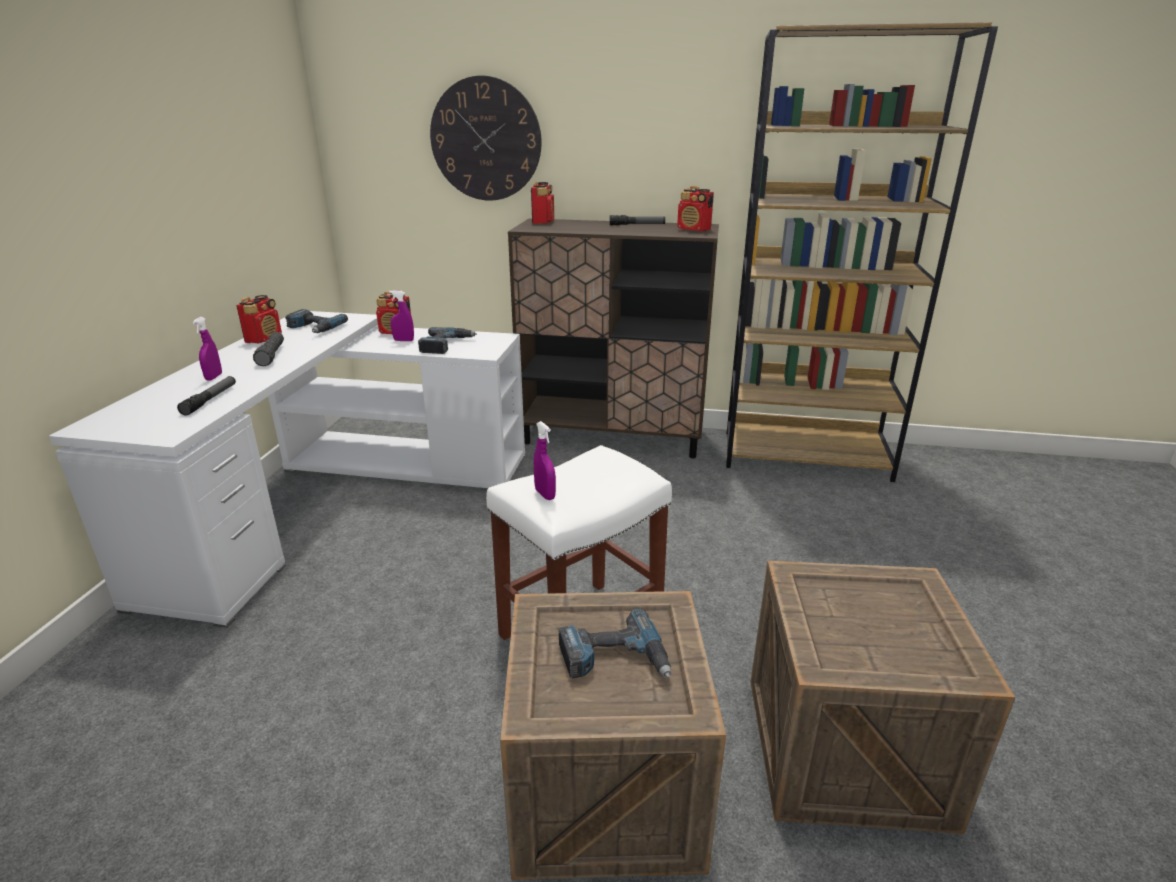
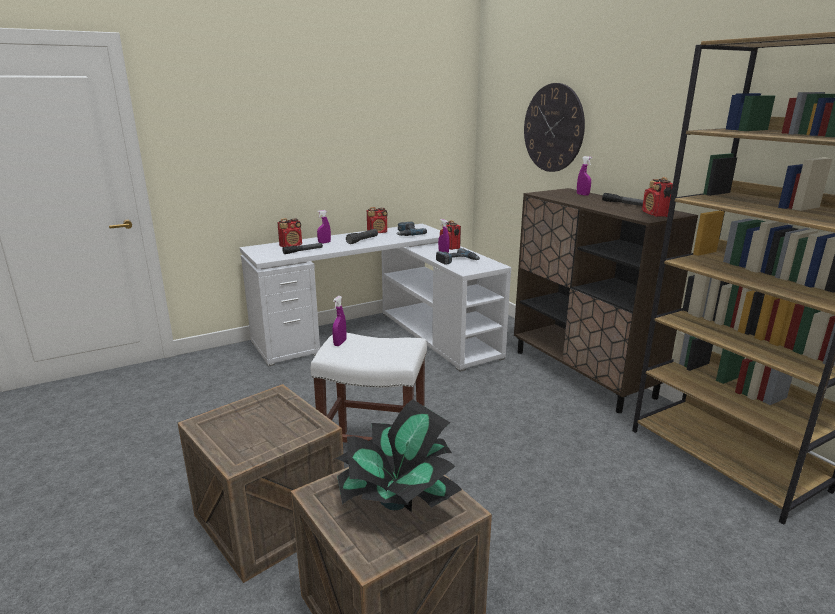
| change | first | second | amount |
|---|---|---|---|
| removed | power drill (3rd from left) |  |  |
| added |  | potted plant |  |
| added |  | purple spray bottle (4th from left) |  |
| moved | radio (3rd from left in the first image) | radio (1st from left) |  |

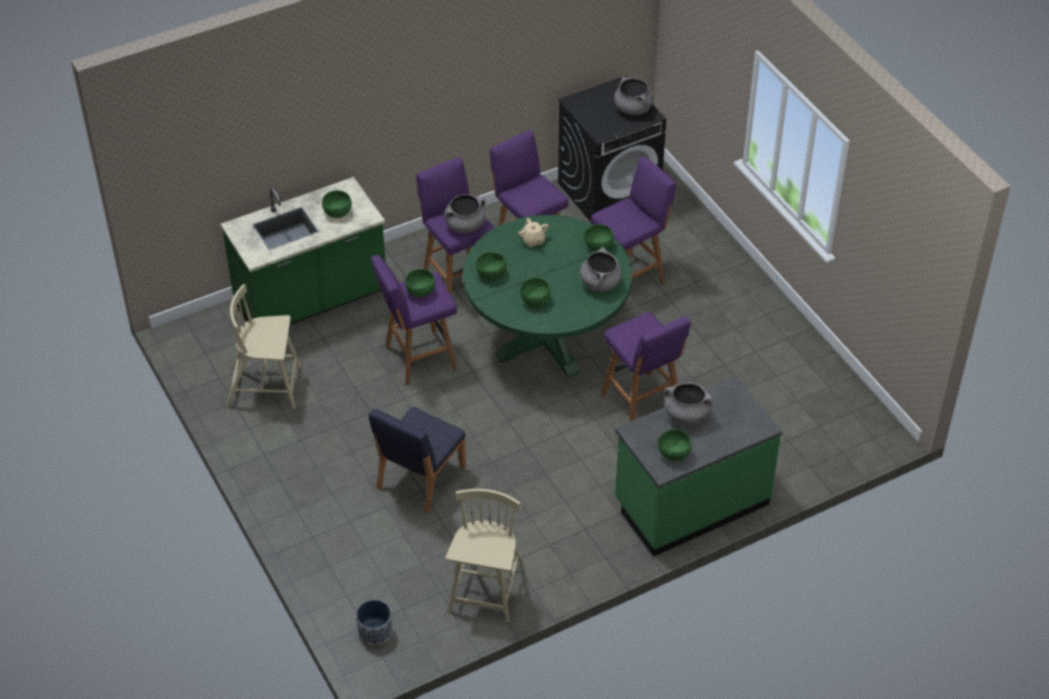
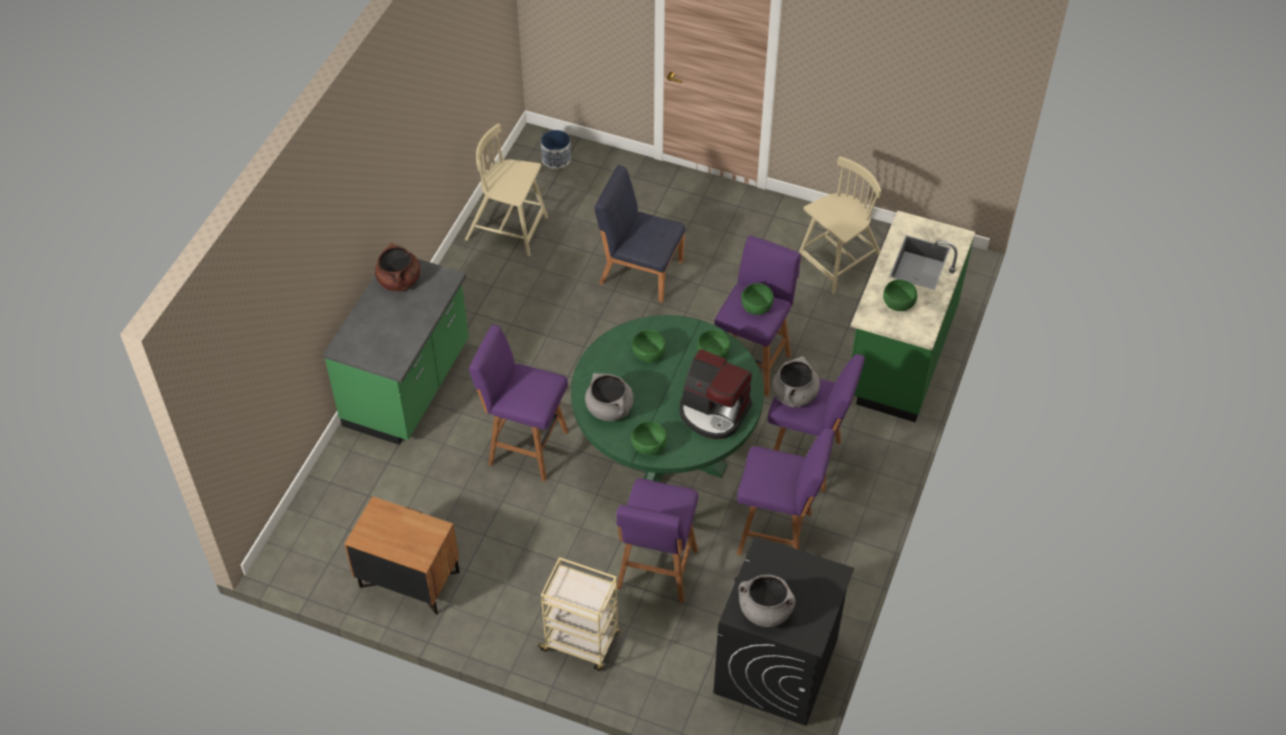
| change | first | second | amount |
|---|---|---|---|
| removed | grey cooking pot (4th from left) |  |  |
| added |  | brown nightstand |  |
| added |  | beige cart |  |
| replaced | beige teapot | coffee machine |  |
| replaced | green bowl (6th from left) | brown cooking pot |  |
| turned | blue chair |  | 60 degrees counterclockwise |
| turned | beige chair (2nd from left in the first image) | beige chair (1st from left) | 135 degrees clockwise |

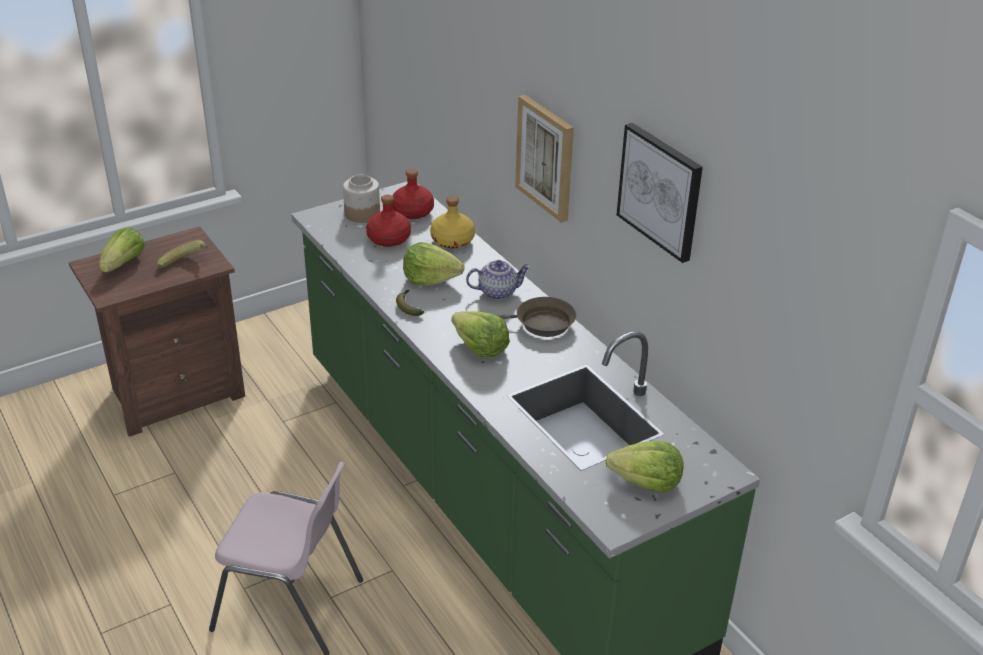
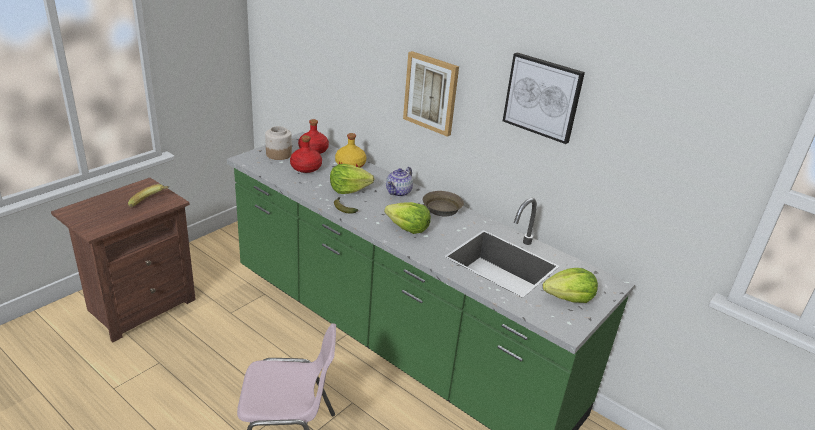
| change | first | second | amount |
|---|---|---|---|
| removed | lettuce (1st from left) |  |  |
| turned | teapot |  | 150 degrees clockwise |

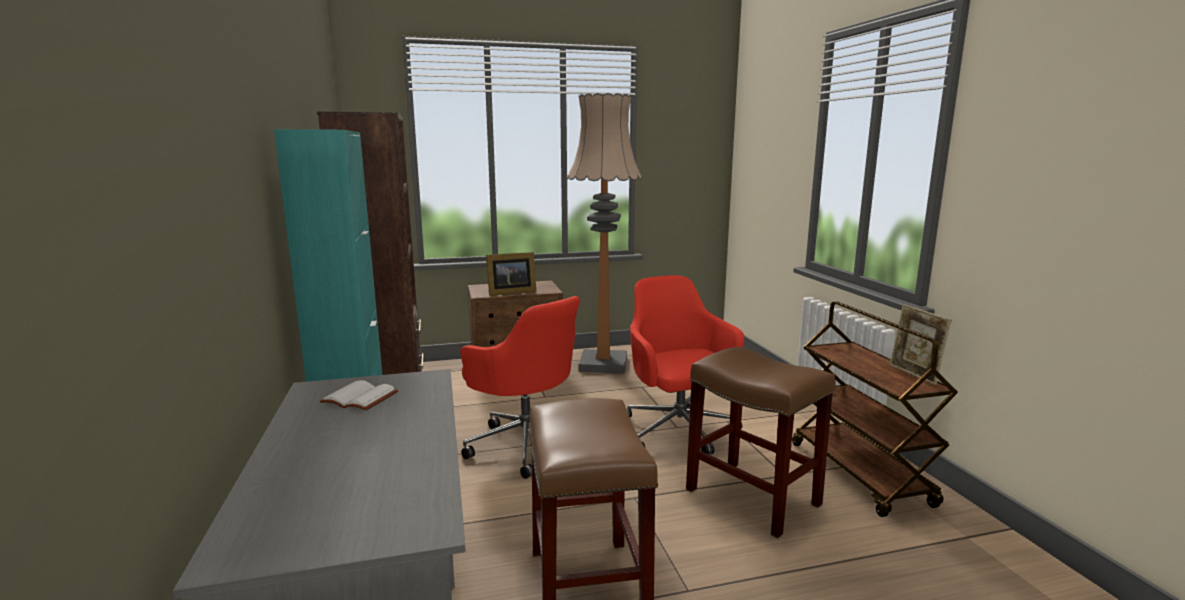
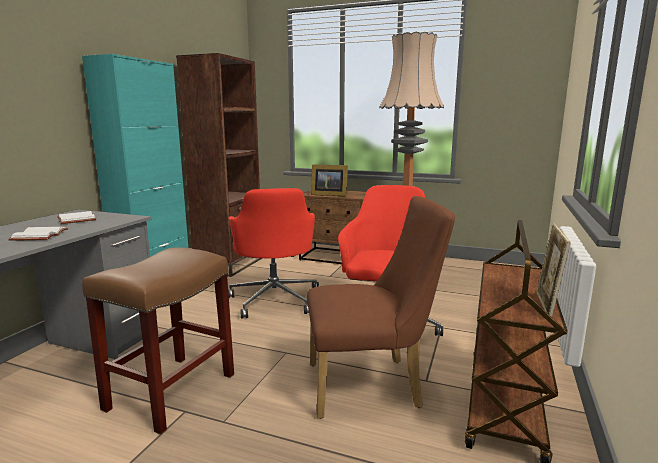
| change | first | second | amount |
|---|---|---|---|
| added |  | white book (1st from left) |  |
| replaced | brown stool (2nd from left) | brown chair |  |

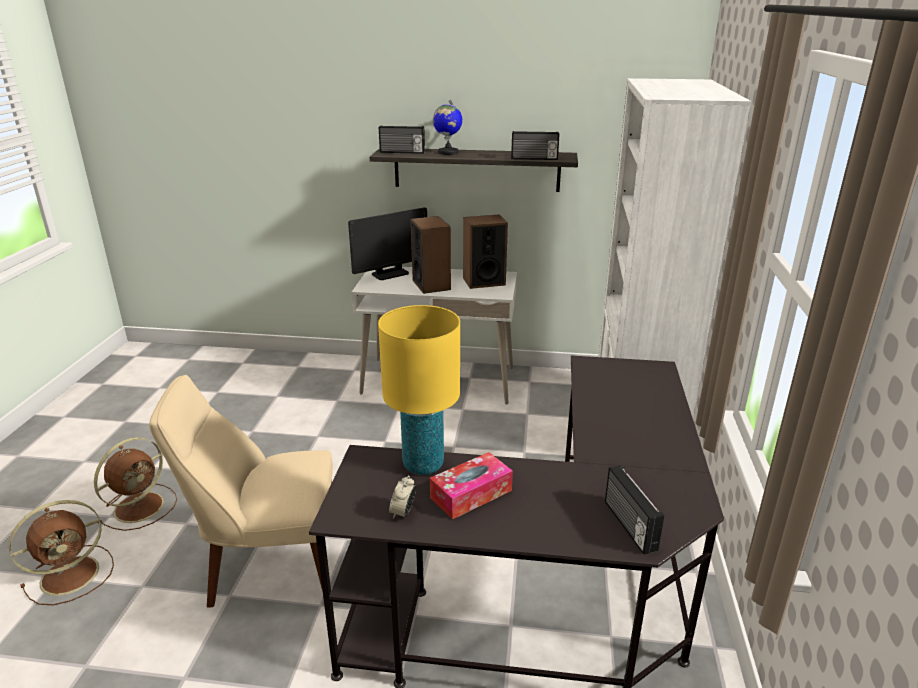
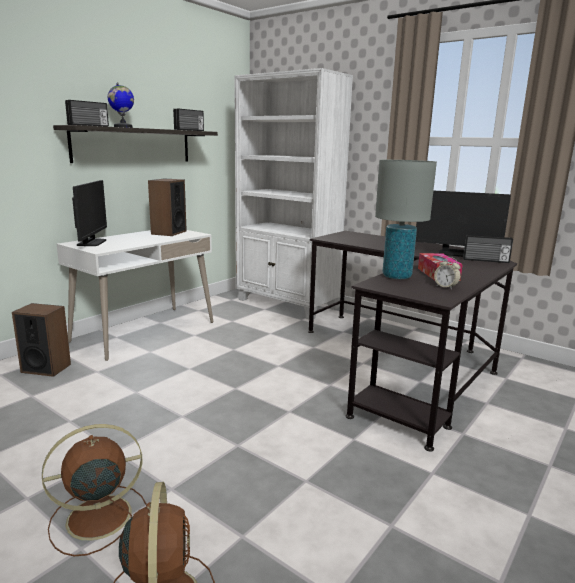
| change | first | second | amount |
|---|---|---|---|
| removed | beige chair |  |  |
| added |  | monitor (2nd from left) |  |
| moved | speaker (1st from left) |  |  |
| recoloured | yellow table lamp | grey table lamp |  |
| turned | brown fan (2nd from left in the first image) | brown fan (1st from left) | 90 degrees counterclockwise |

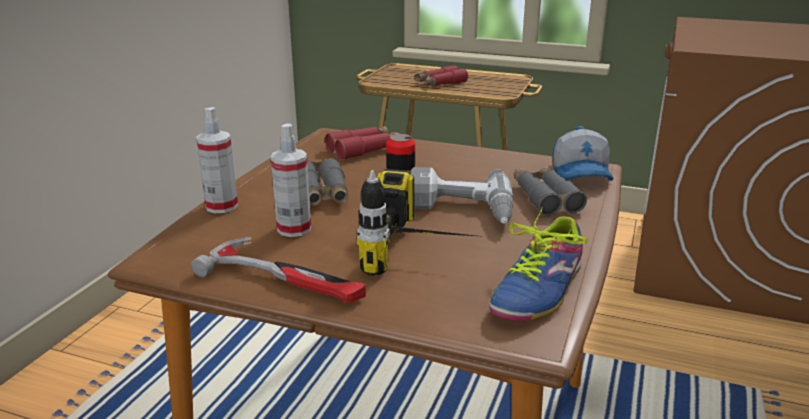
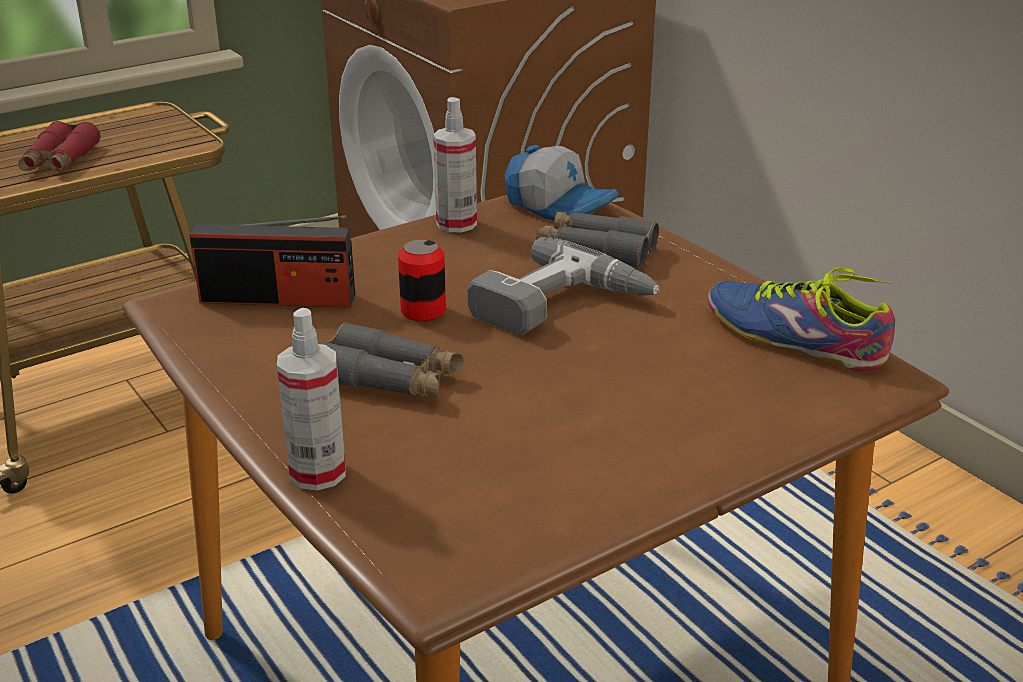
| change | first | second | amount |
|---|---|---|---|
| removed | hammer |  |  |
| removed | power drill (1st from left) |  |  |
| moved | spray bottle (2nd from left) |  |  |
| replaced | red binoculars (1st from left) | radio |  |
| turned | shoe |  | 150 degrees clockwise |

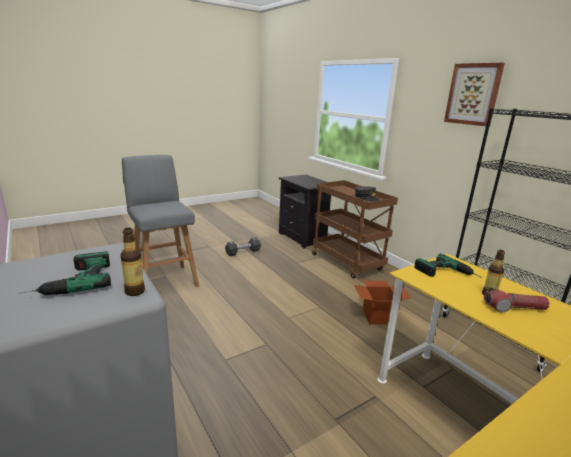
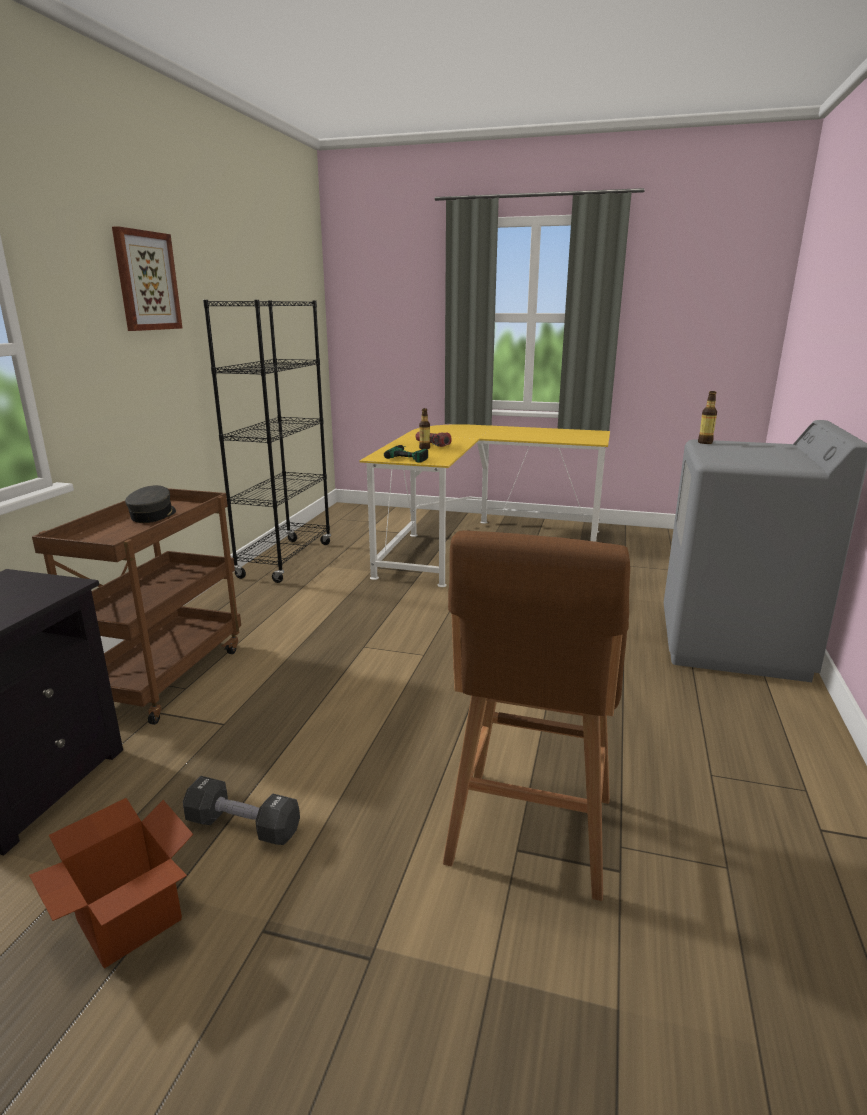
| change | first | second | amount |
|---|---|---|---|
| removed | power drill (1st from left) |  |  |
| moved | cardboard box |  |  |
| recoloured | grey stool | brown stool |  |

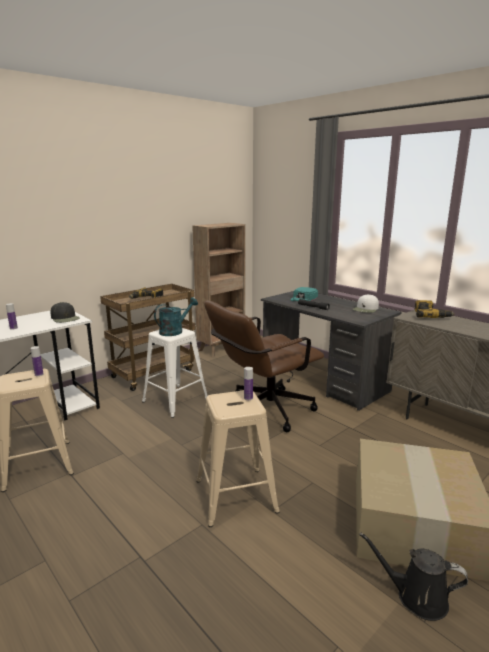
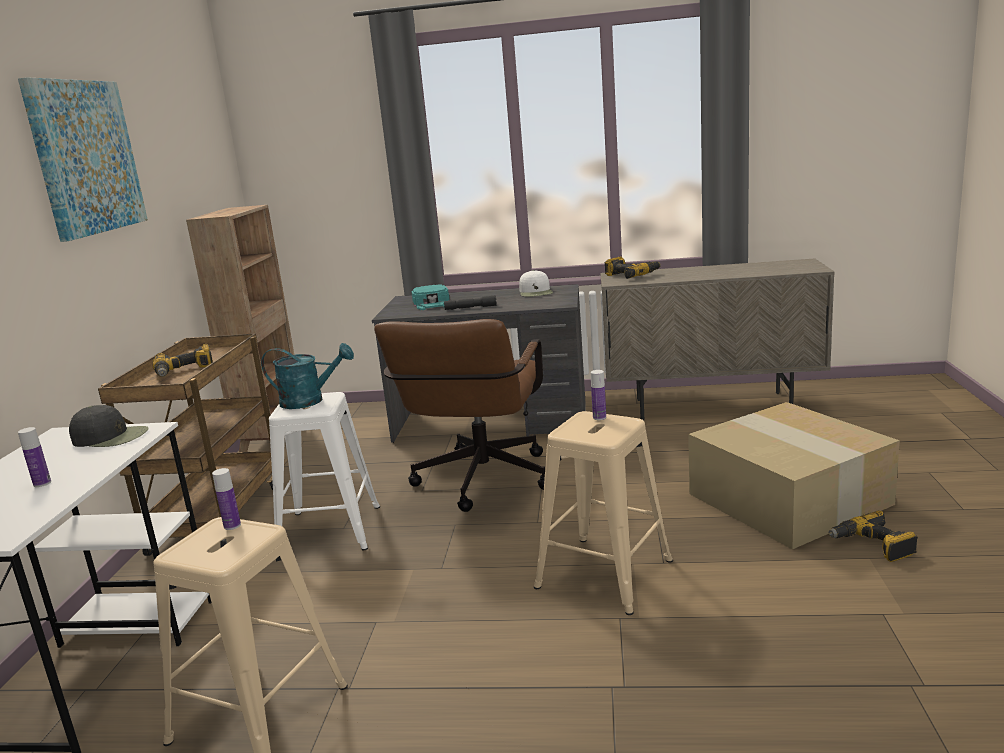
| change | first | second | amount |
|---|---|---|---|
| added |  | picture |  |
| replaced | black watering can | power drill (3rd from left) |  |
| turned | turquoise watering can |  | 90 degrees clockwise |

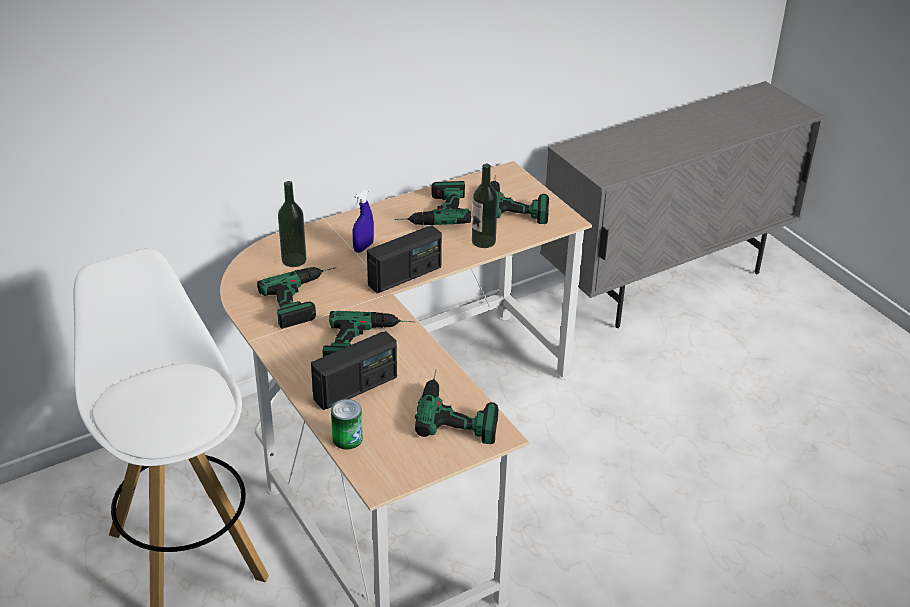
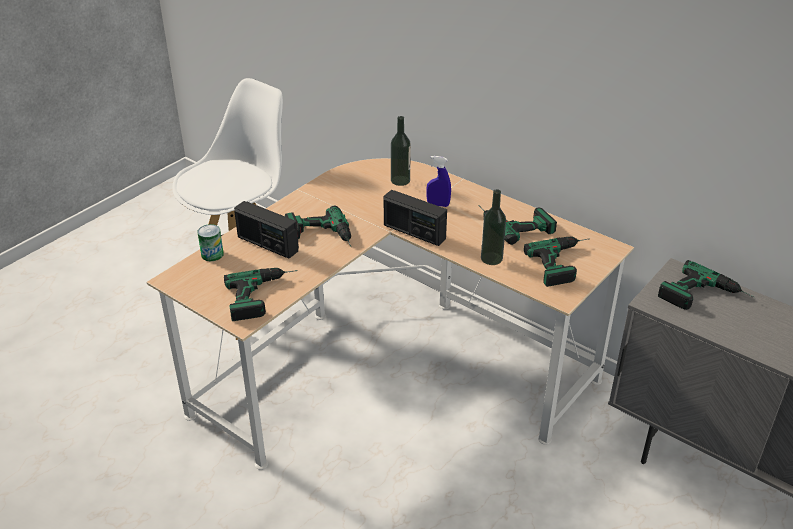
| change | first | second | amount |
|---|---|---|---|
| moved | power drill (1st from left in the first image) | power drill (5th from left) |  |

